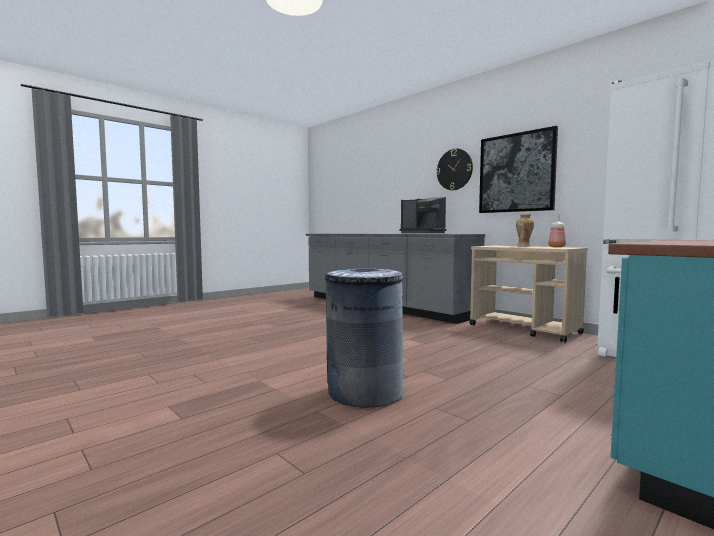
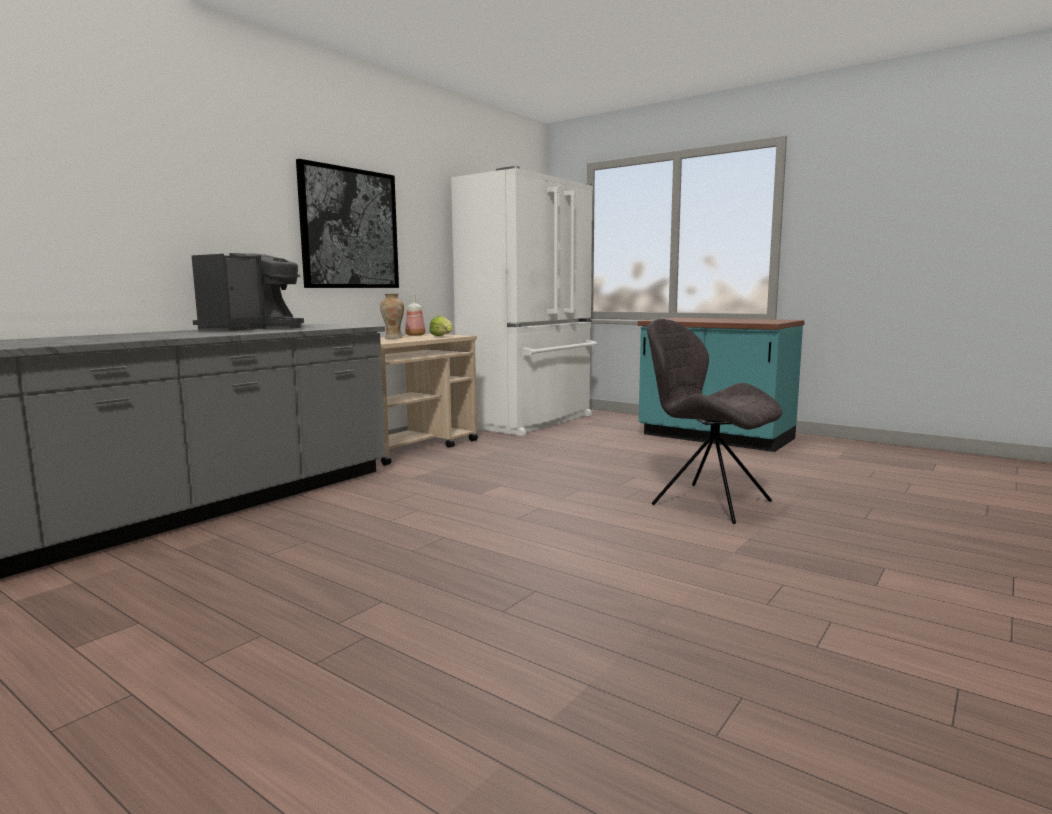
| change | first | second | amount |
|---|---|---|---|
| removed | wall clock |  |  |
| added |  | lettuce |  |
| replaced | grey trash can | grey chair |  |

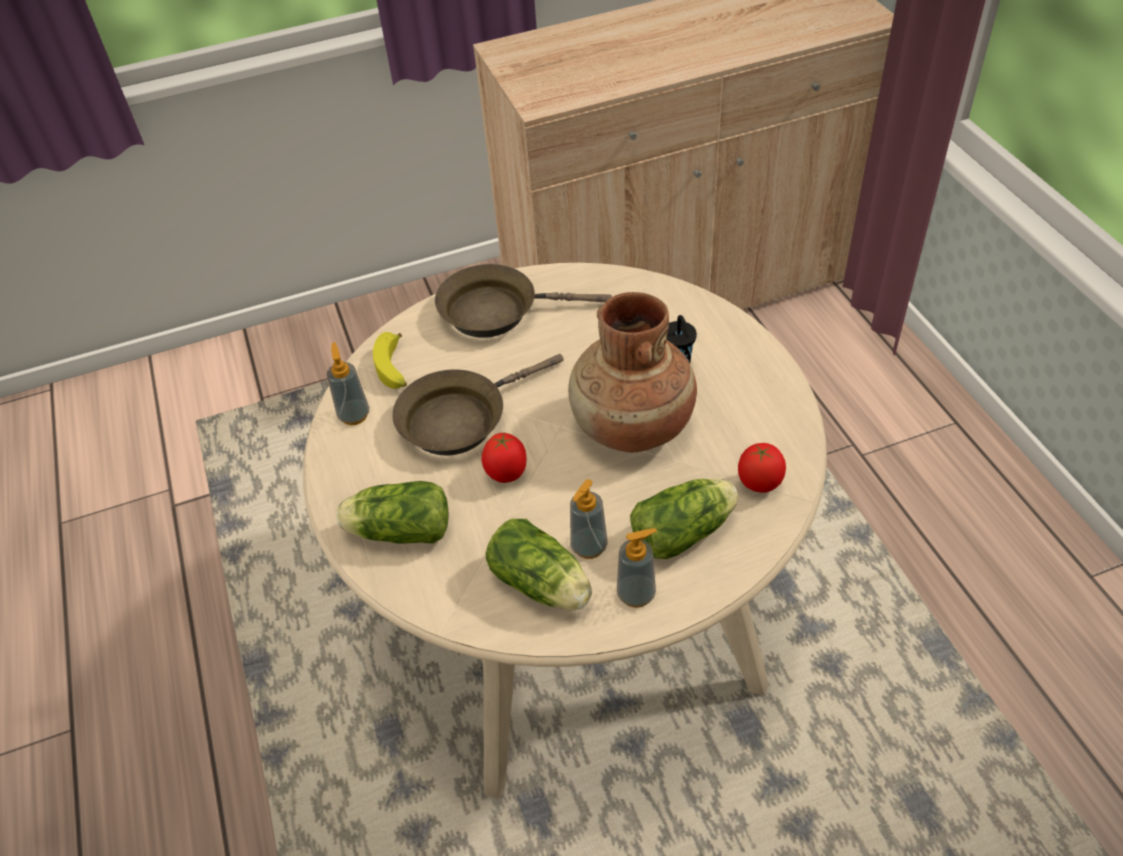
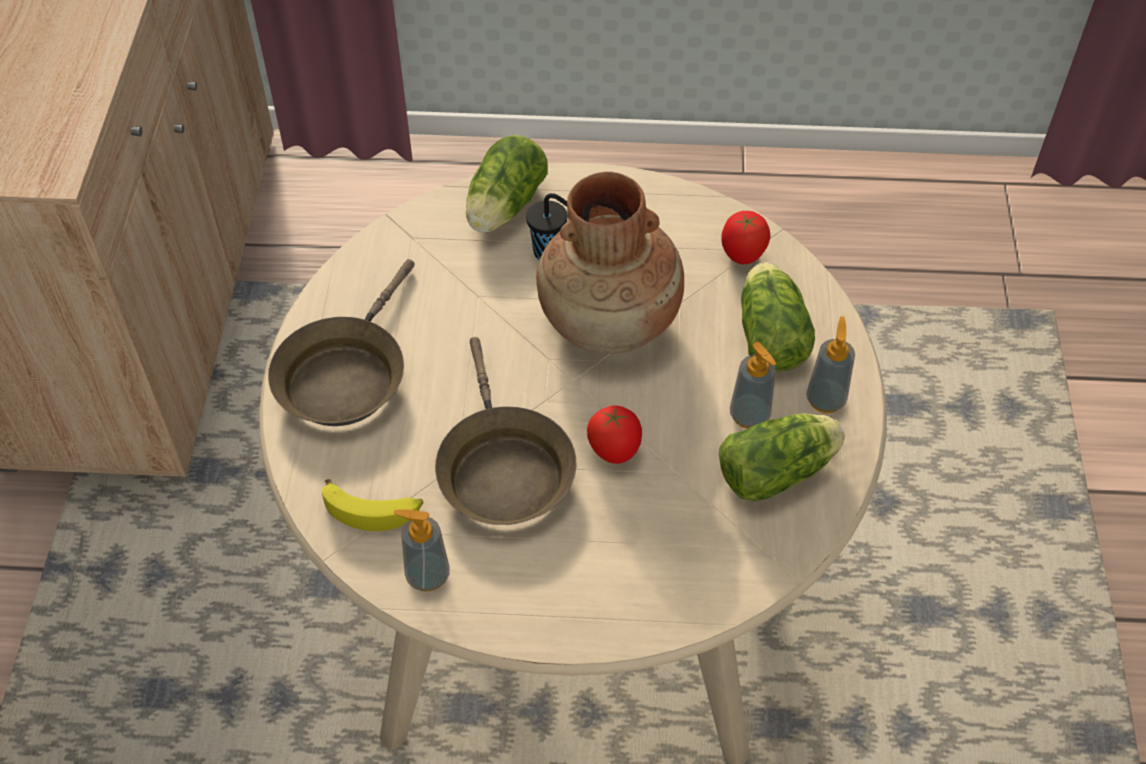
| change | first | second | amount |
|---|---|---|---|
| moved | lettuce (1st from left) |  |  |

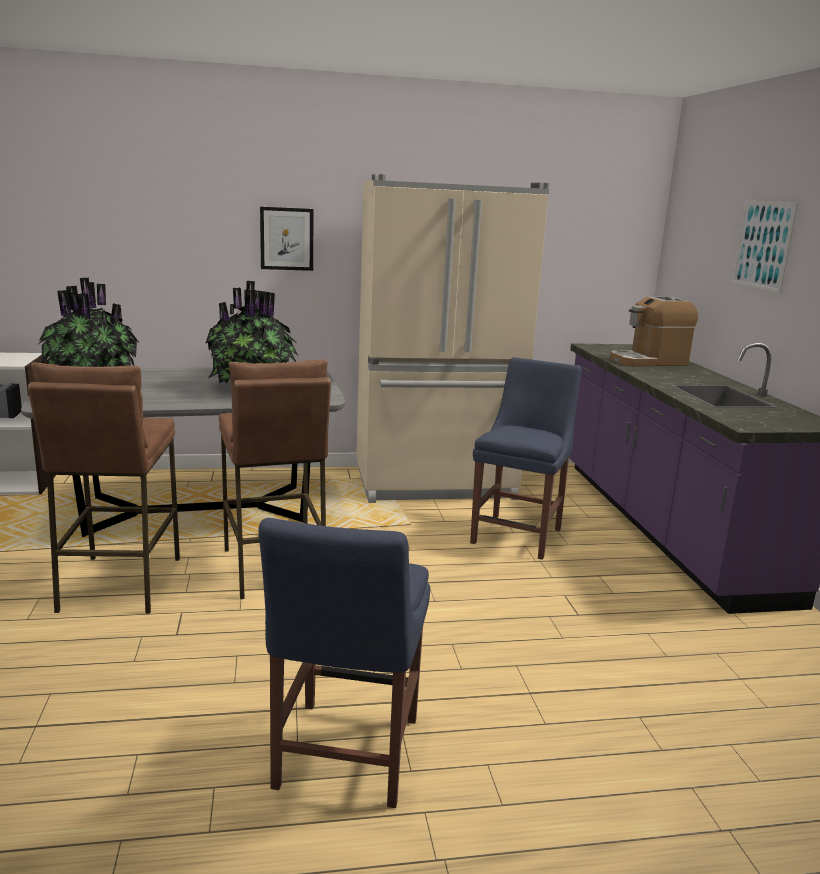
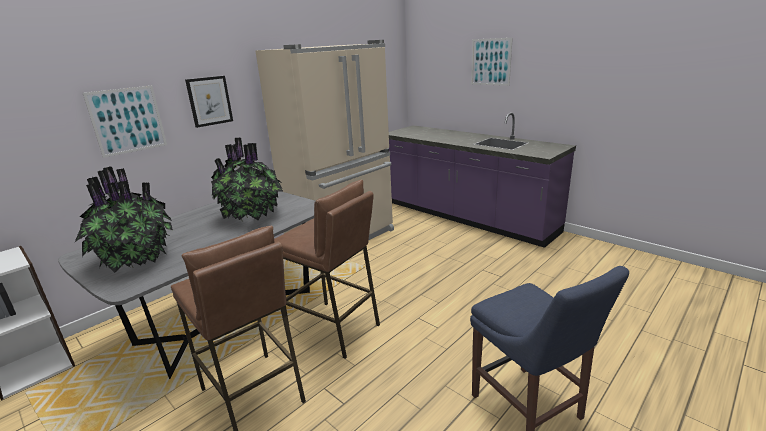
| change | first | second | amount |
|---|---|---|---|
| removed | blue chair (2nd from left) |  |  |
| removed | coffee machine |  |  |
| added |  | picture (1st from left) |  |

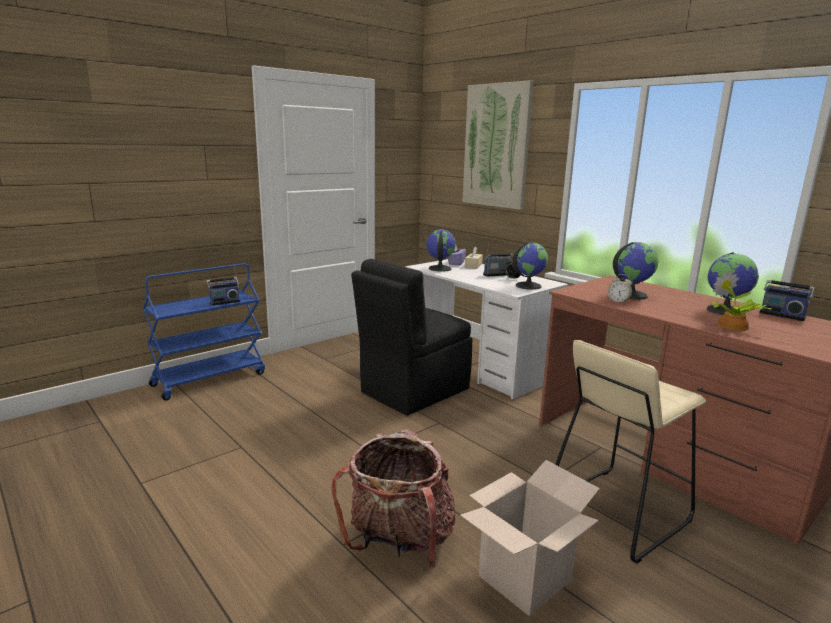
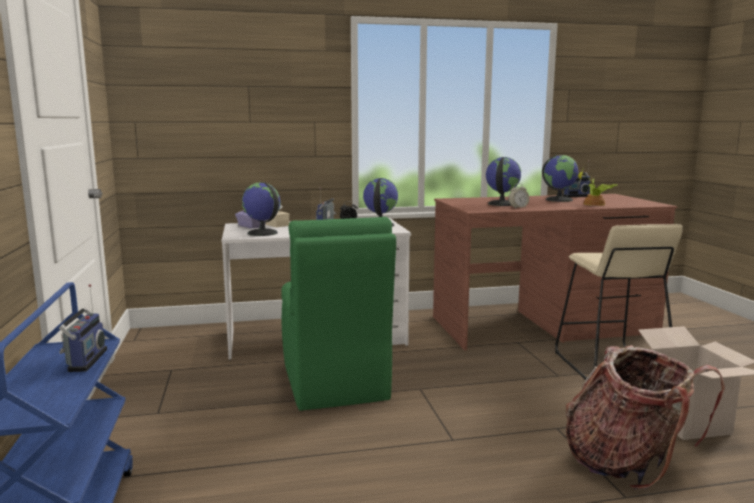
| change | first | second | amount |
|---|---|---|---|
| removed | picture |  |  |
| recoloured | black chair | green chair |  |

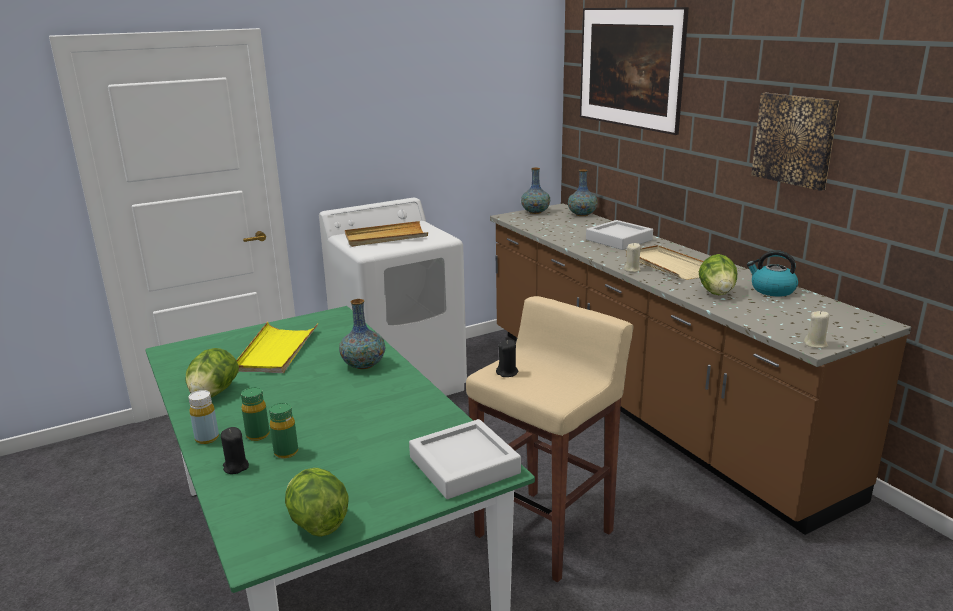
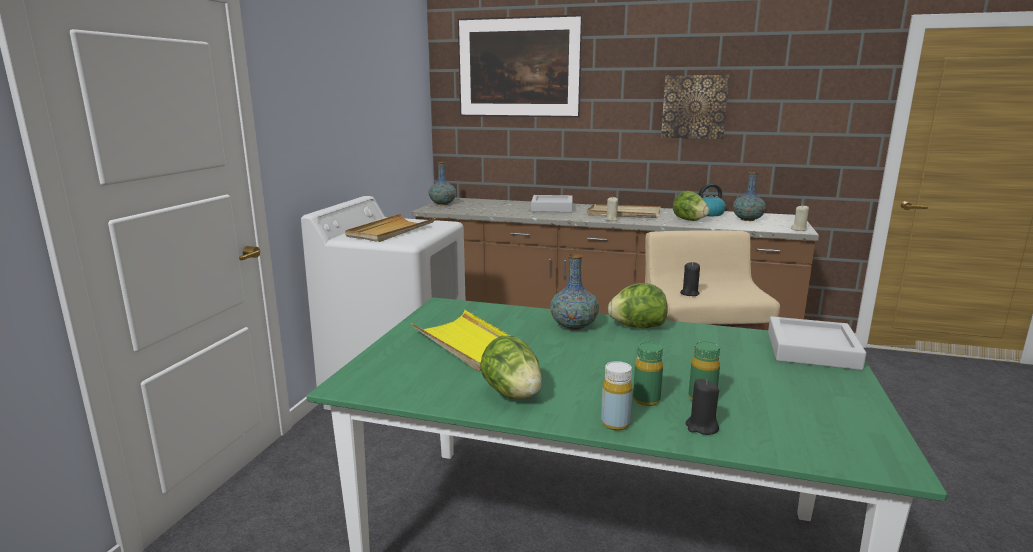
| change | first | second | amount |
|---|---|---|---|
| moved | lettuce (2nd from left) |  |  |
| moved | vase (3rd from left) |  |  |

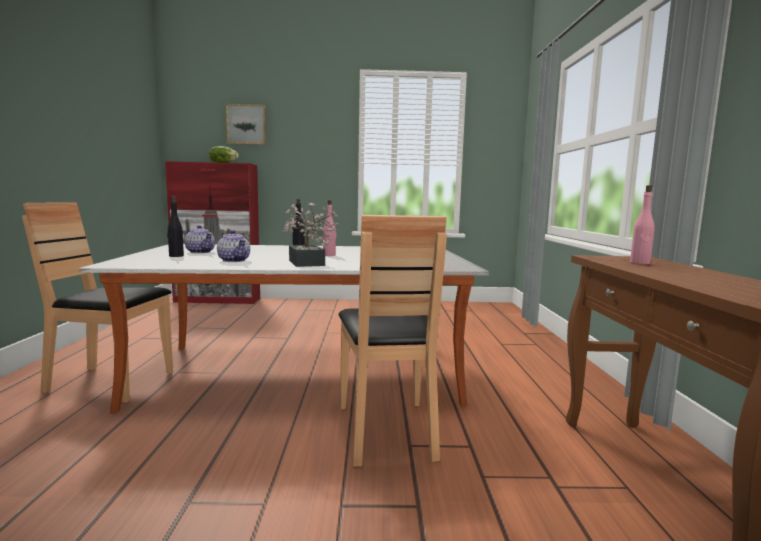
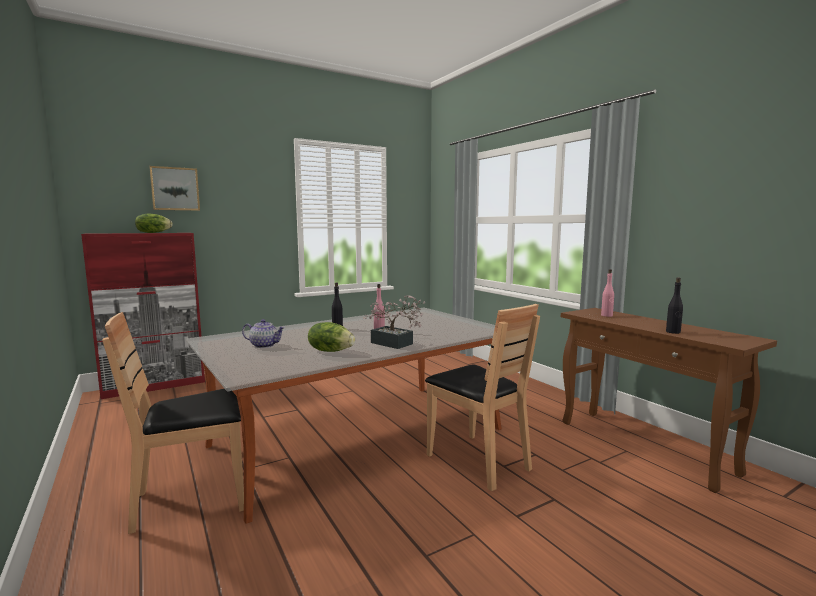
| change | first | second | amount |
|---|---|---|---|
| moved | black bottle (1st from left in the first image) | black bottle (2nd from left) |  |
| replaced | teapot (2nd from left) | lettuce (2nd from left) |  |

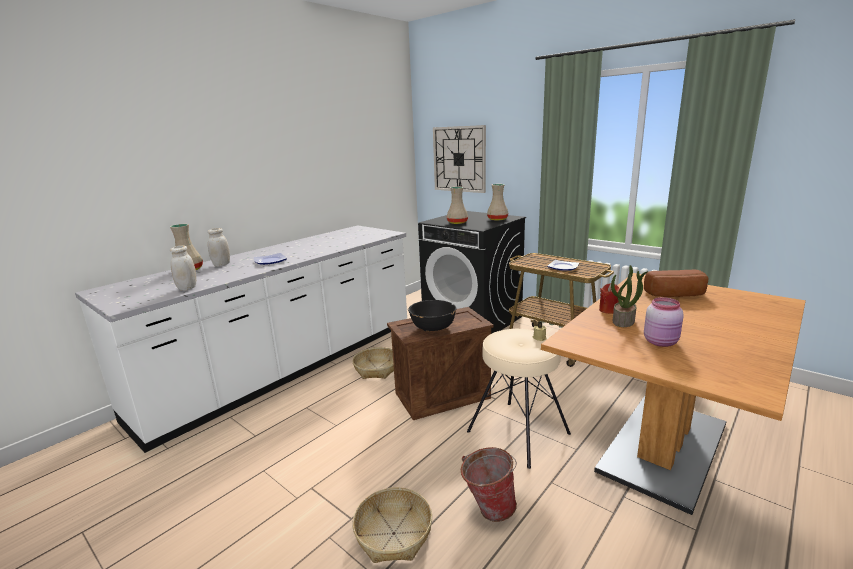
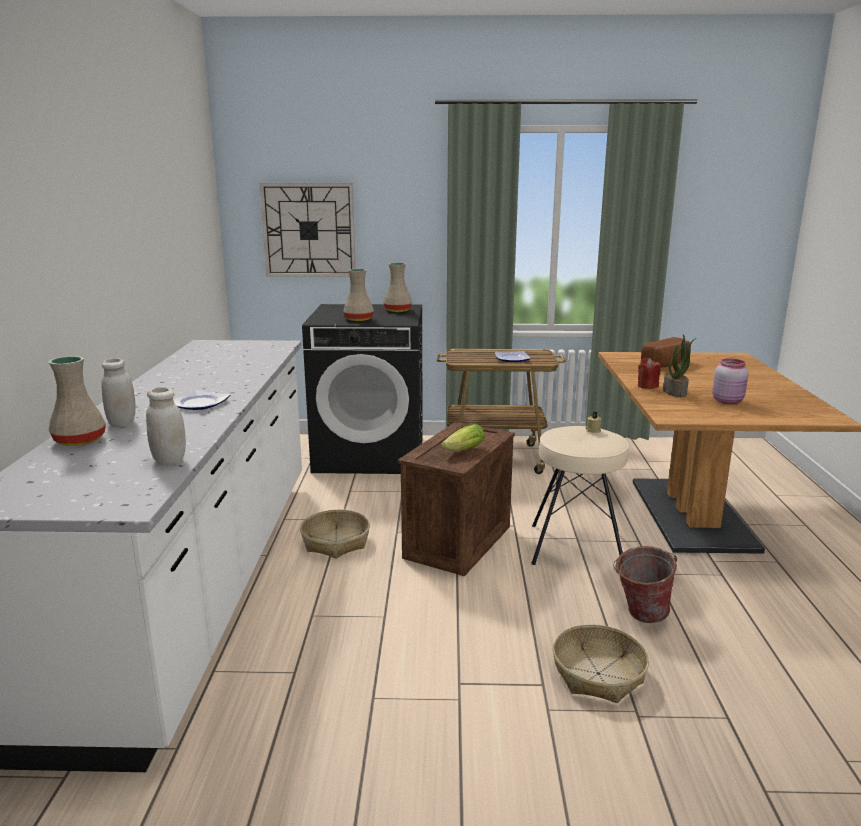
| change | first | second | amount |
|---|---|---|---|
| replaced | black bowl | lettuce |  |

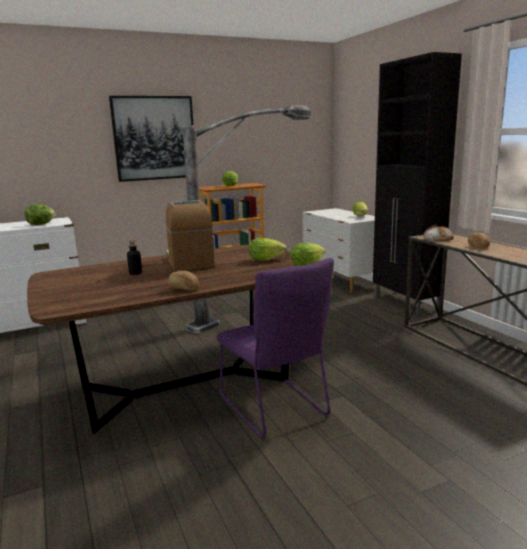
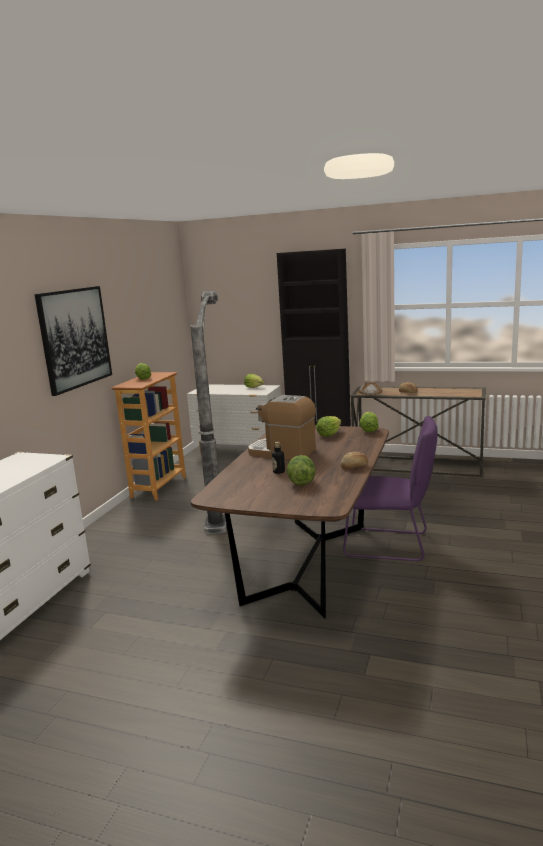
| change | first | second | amount |
|---|---|---|---|
| moved | lettuce (1st from left in the first image) | lettuce (3rd from left) |  |

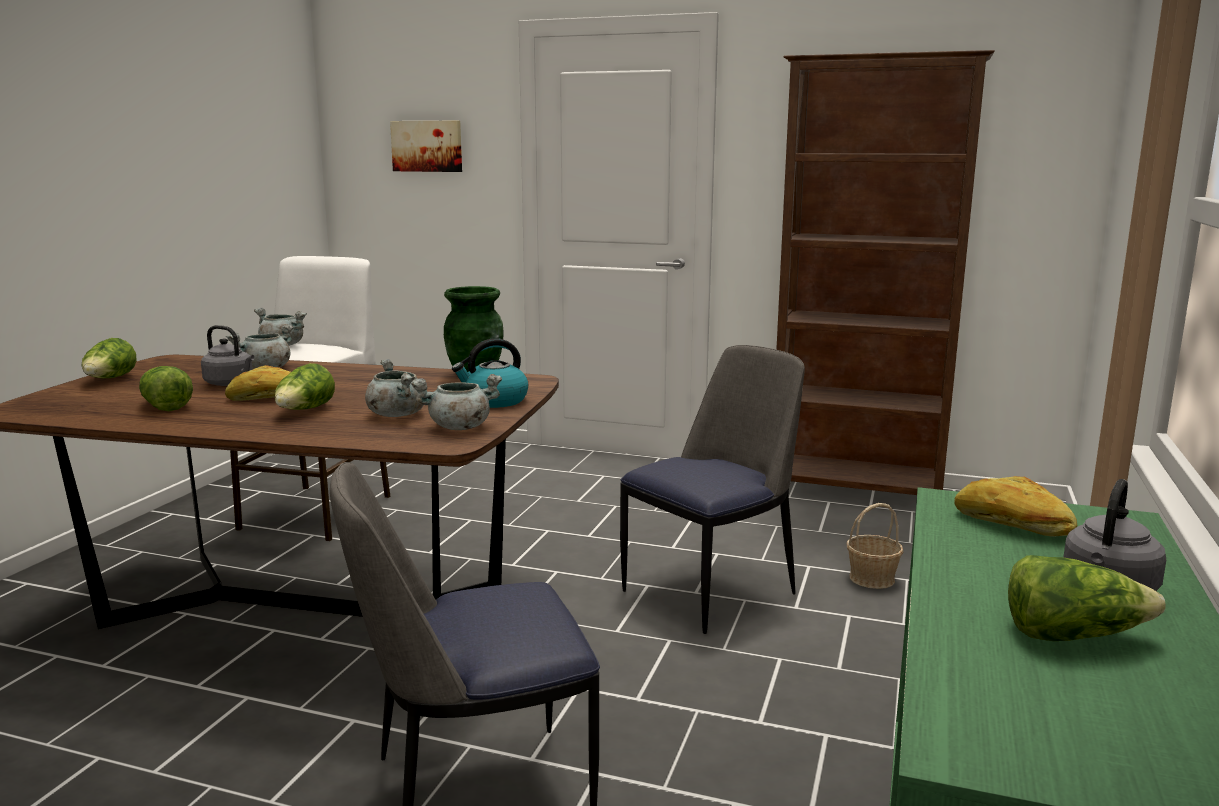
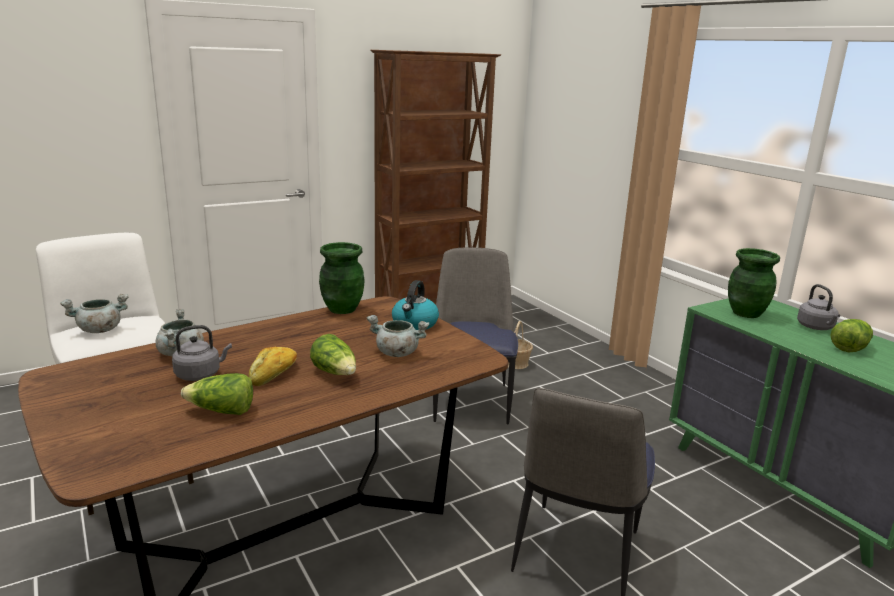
| change | first | second | amount |
|---|---|---|---|
| removed | lettuce (1st from left) |  |  |
| removed | picture |  |  |
| removed | grey cooking pot (4th from left) |  |  |
| replaced | bread (2nd from left) | green vase (2nd from left) |  |

